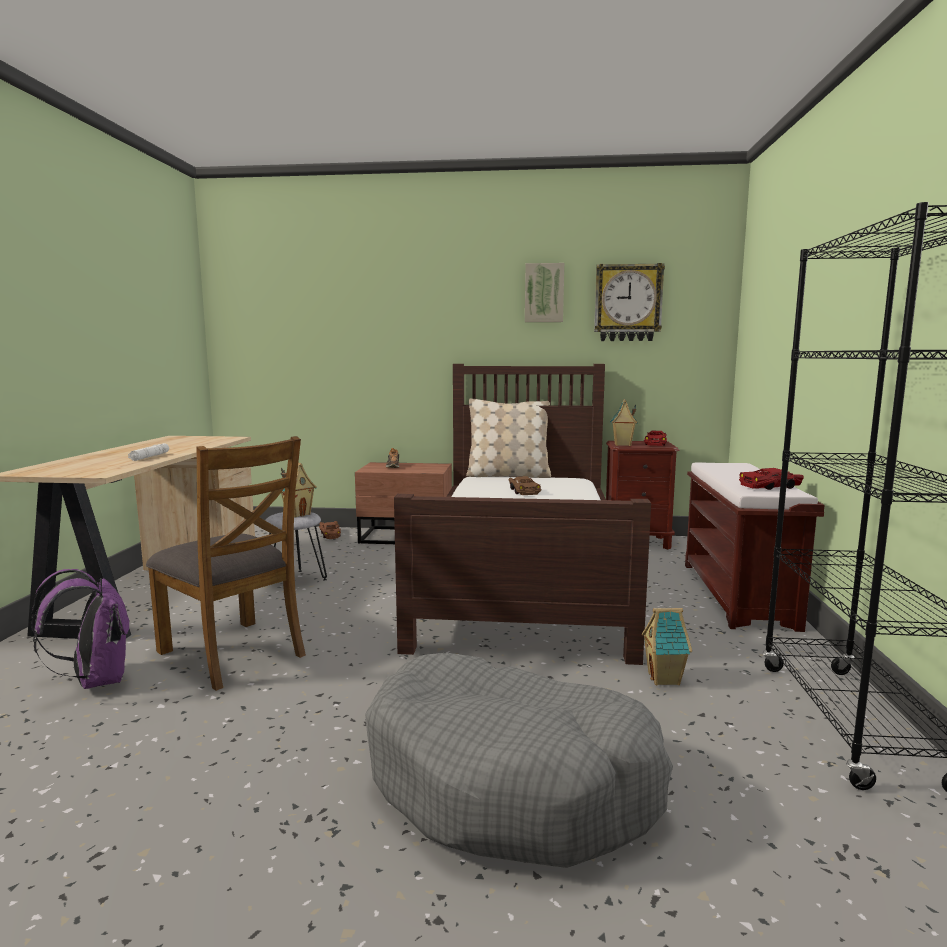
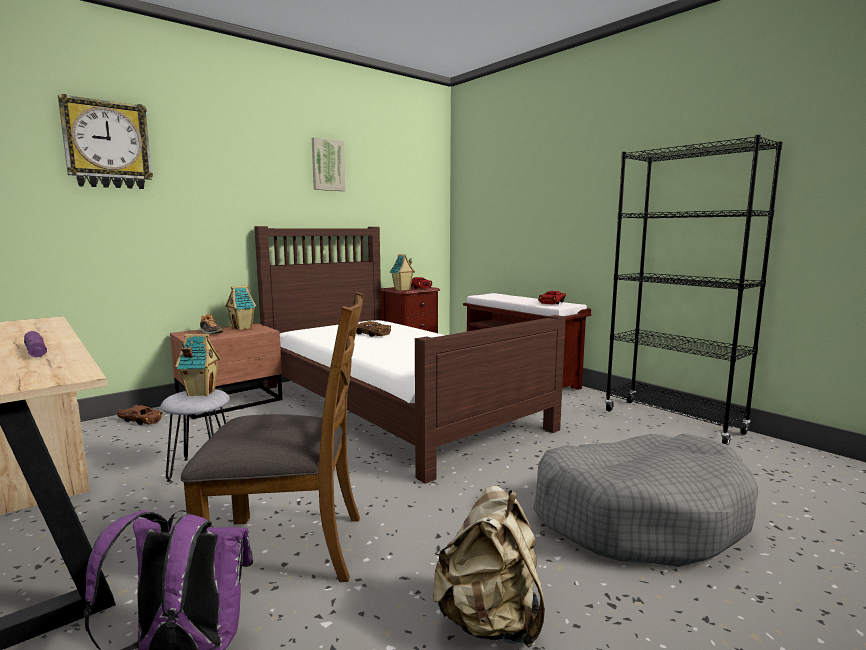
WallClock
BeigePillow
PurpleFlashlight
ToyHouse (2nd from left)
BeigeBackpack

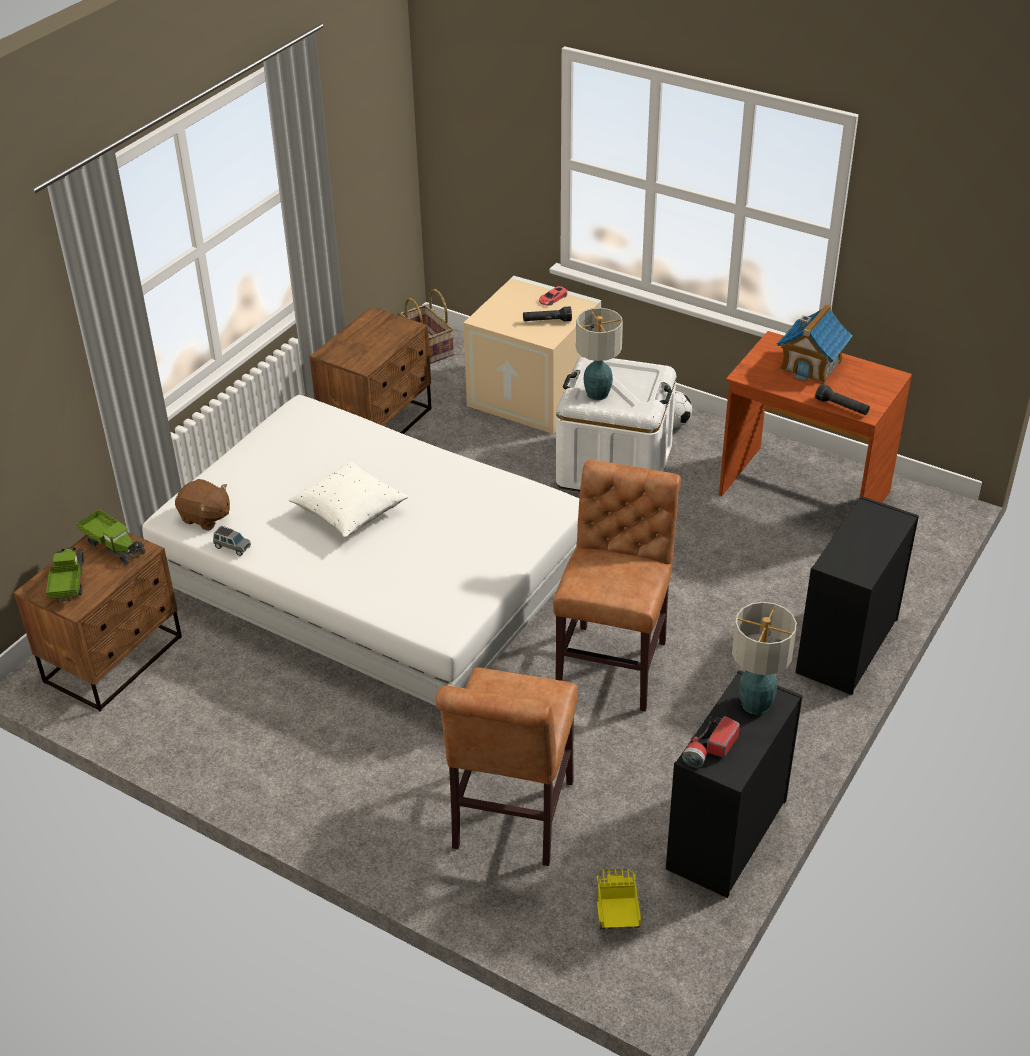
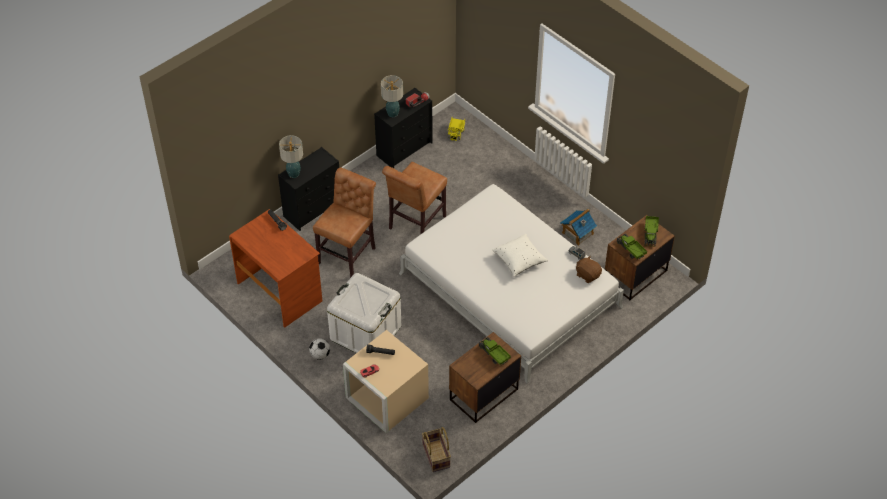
ToyHouse
TableLamp (1st from left)
BrownChair (1st from left)
ToyTruck (2nd from left)

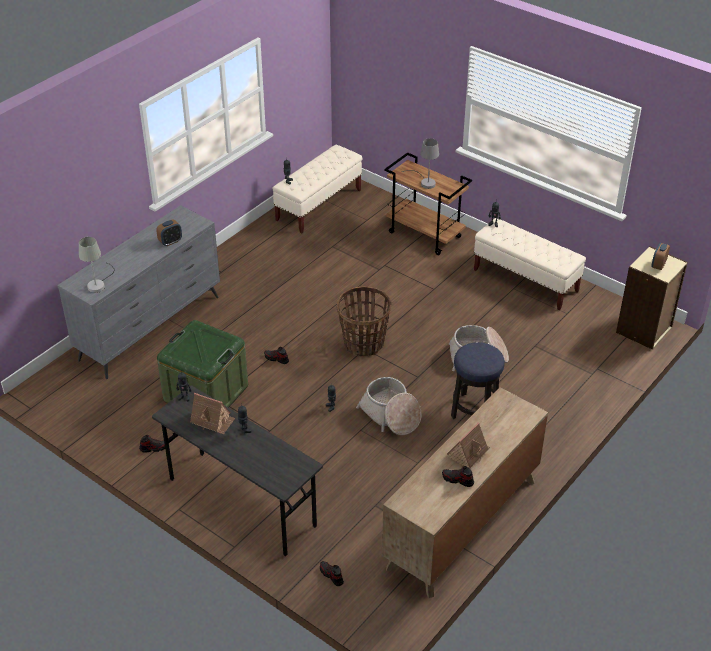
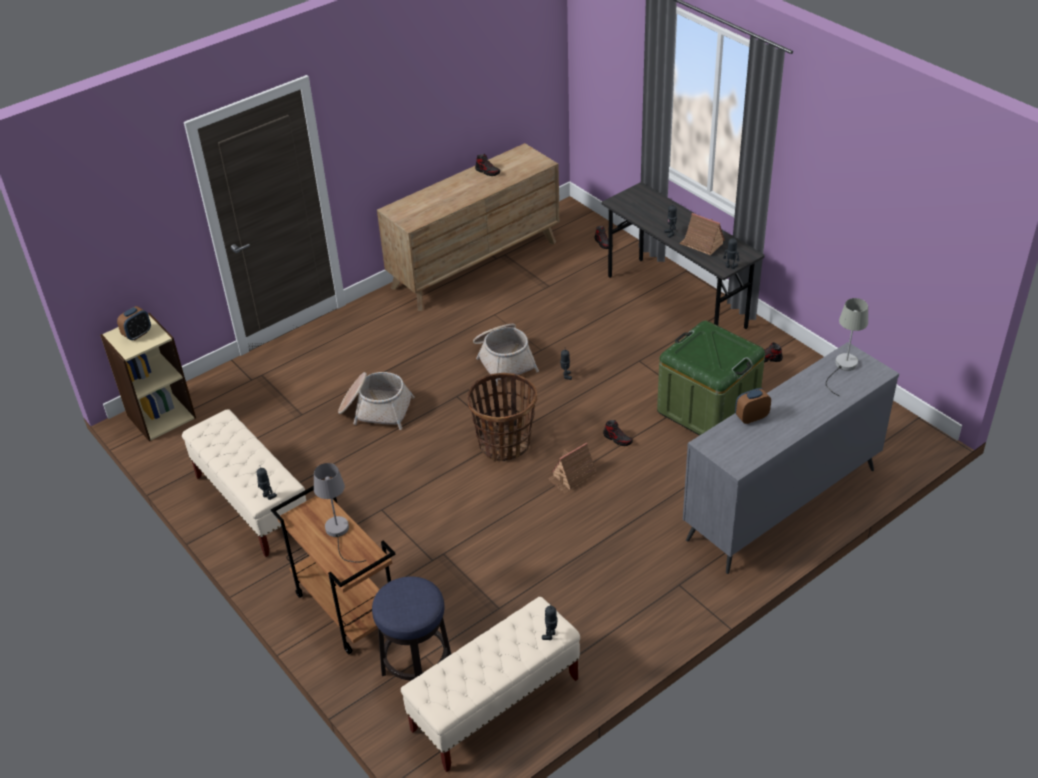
Stool
ToyHouse (1st from left)

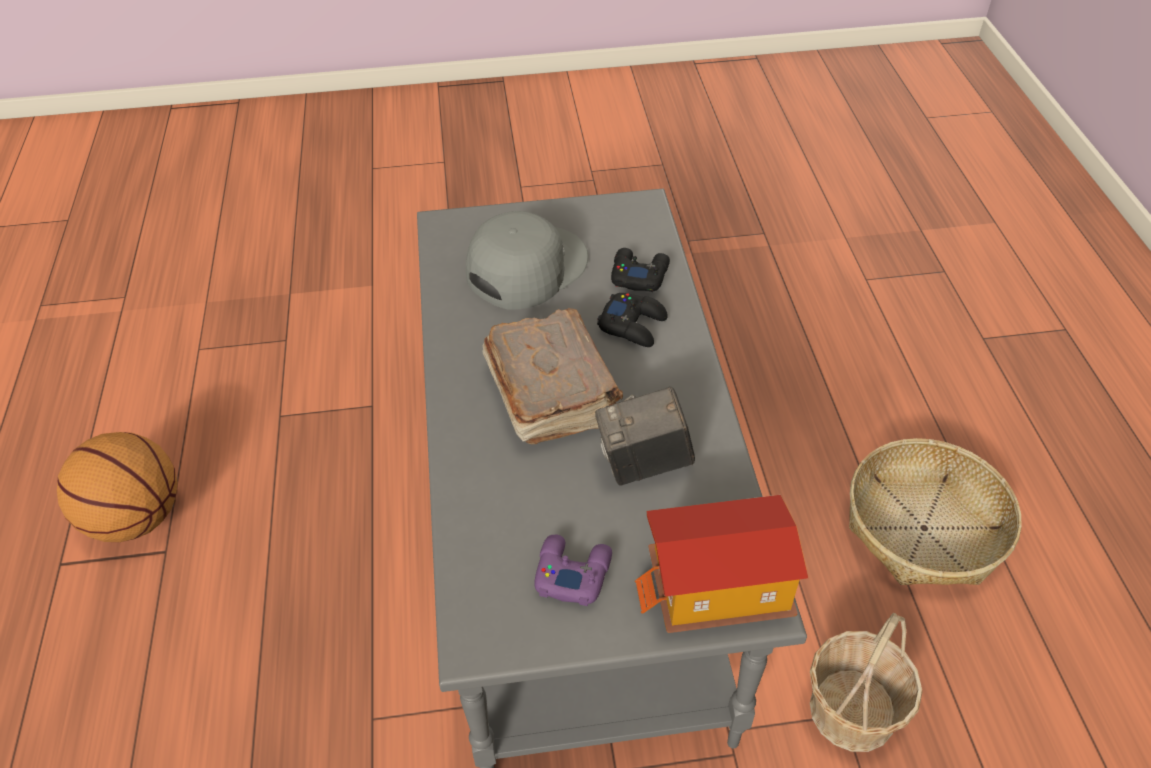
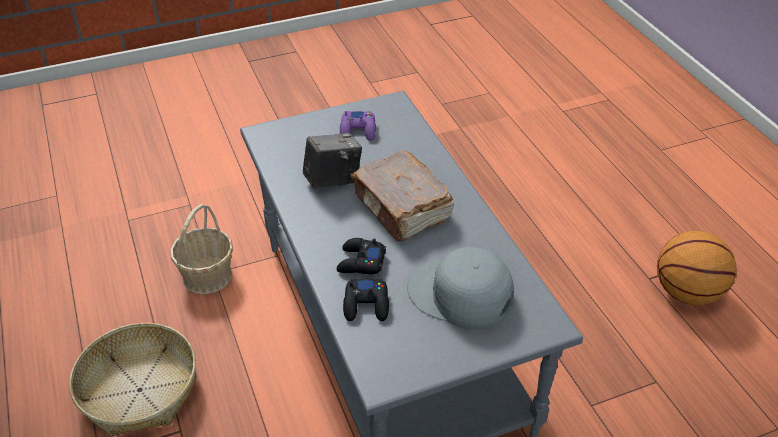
GreyCap
ToyHouse

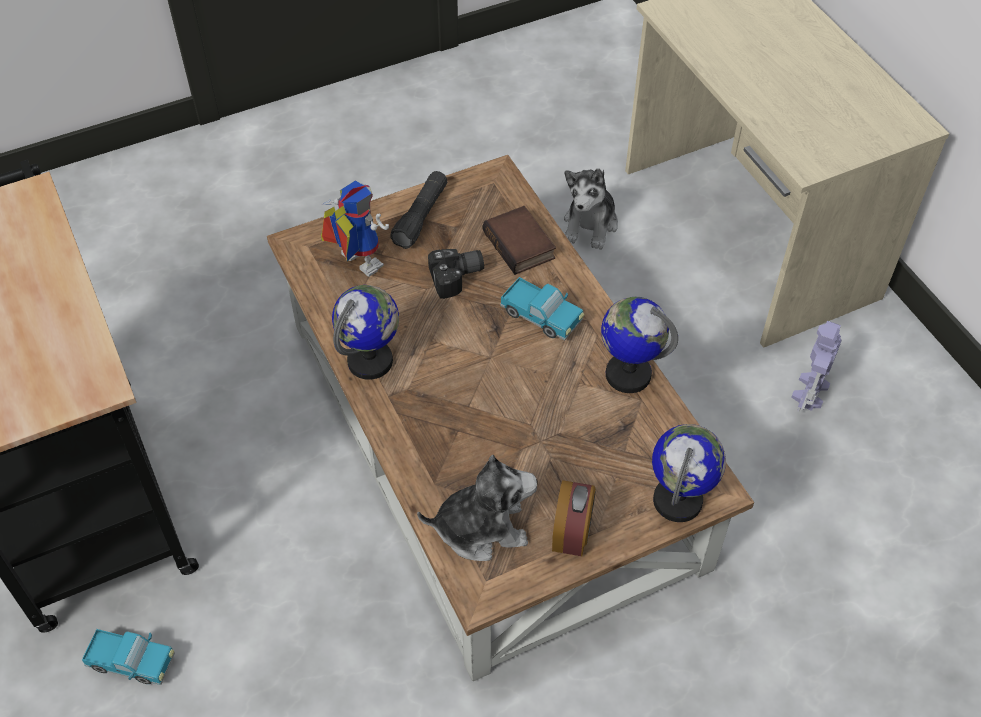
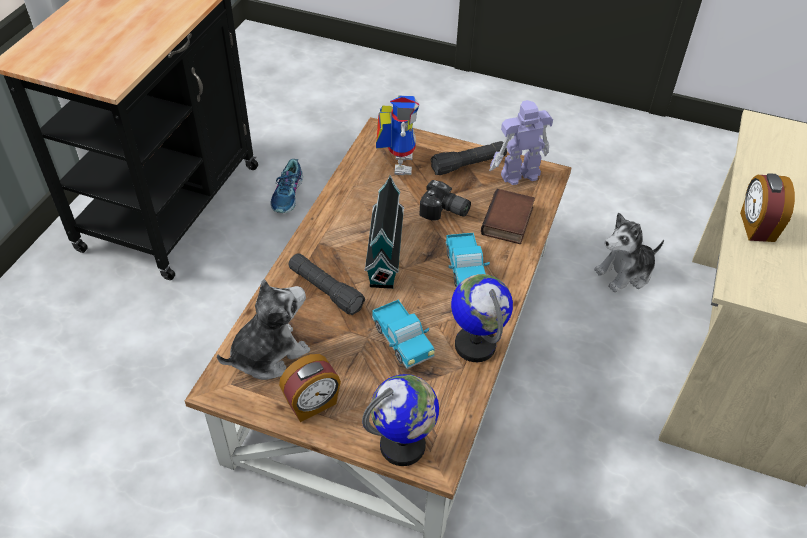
Globe (1st from left in the first image)
ToyRobot (2nd from left)
PlushToy (1st from left)
ToyTruck (1st from left)
Shoe
AlarmClock (2nd from left)
ToyHouse
BlackFlashlight (1st from left)

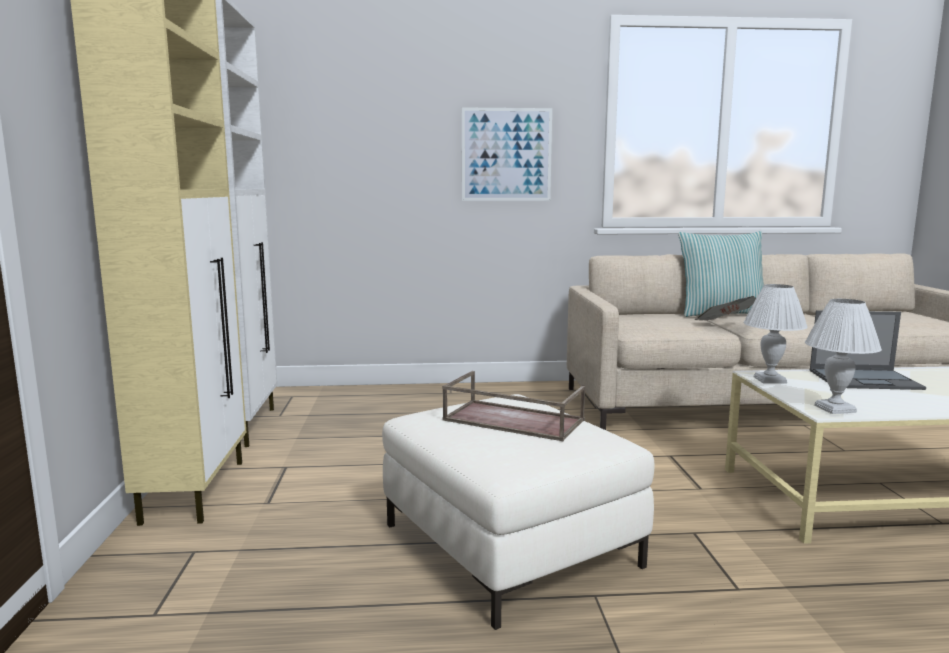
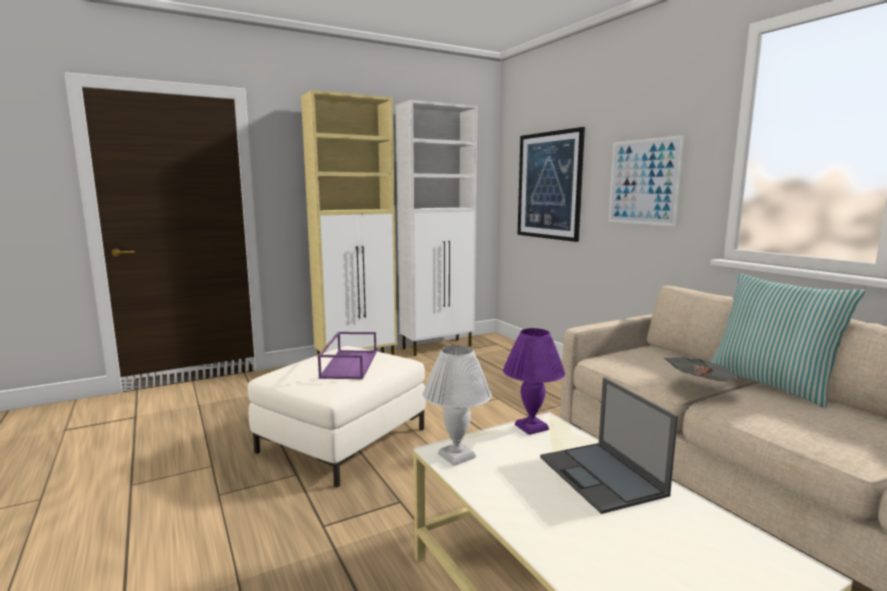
PurpleTableLamp
PurpleTray
Picture (1st from left)

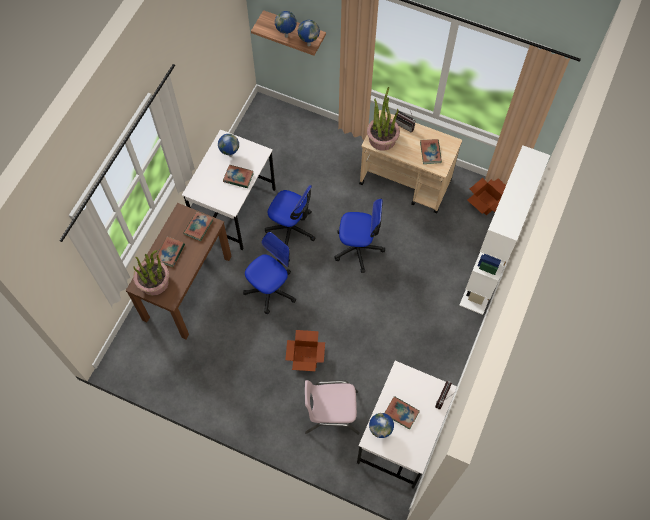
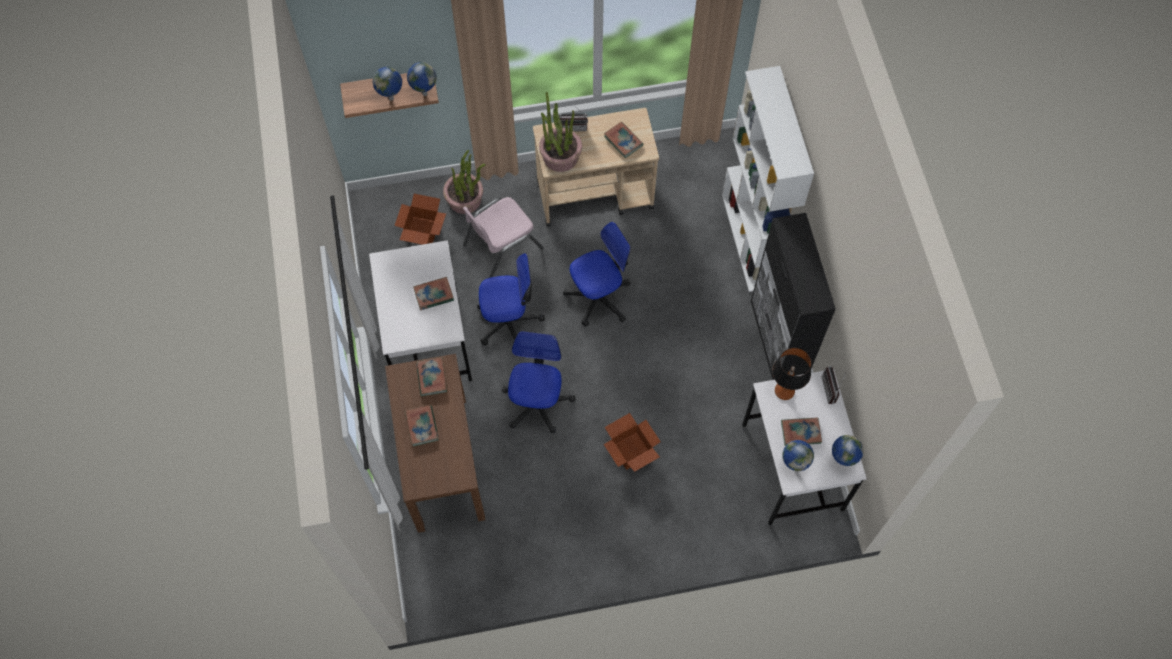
Globe (4th from left)
CardboardBox (1st from left)
PottedPlant (1st from left)
PinkChair
BlackCabinet
TableLamp

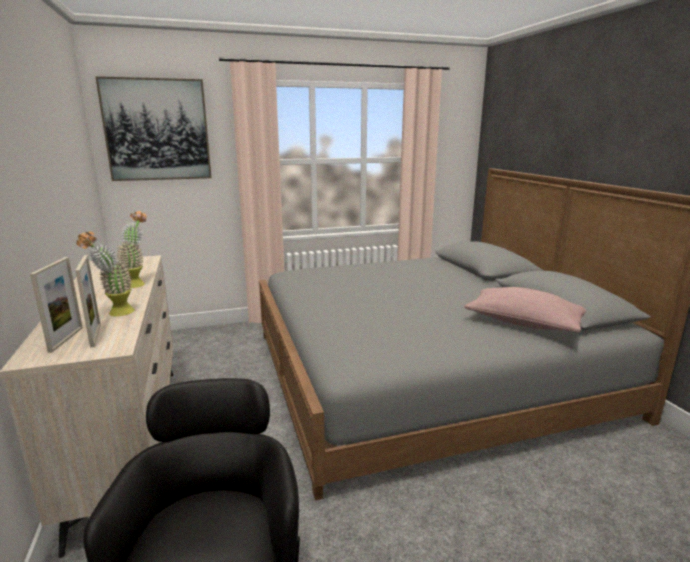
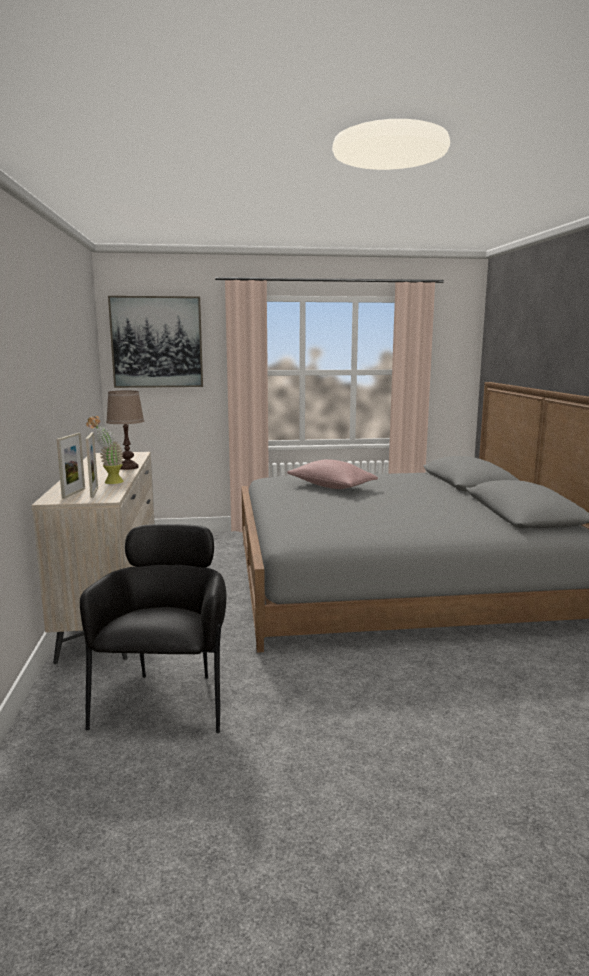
BrownTableLamp
PinkPillow

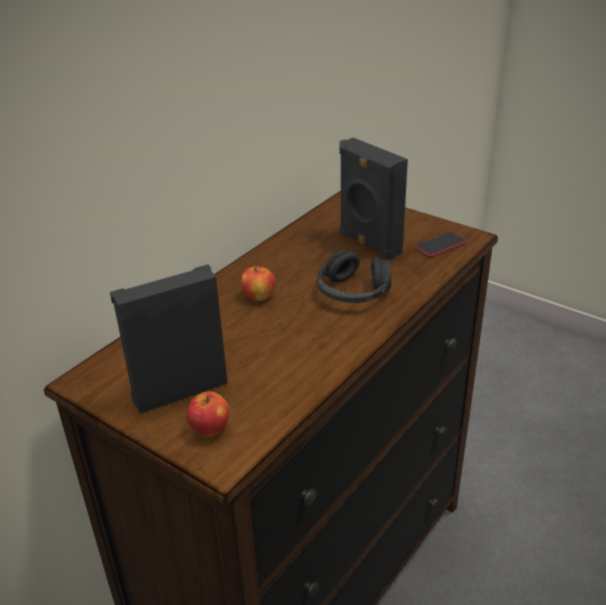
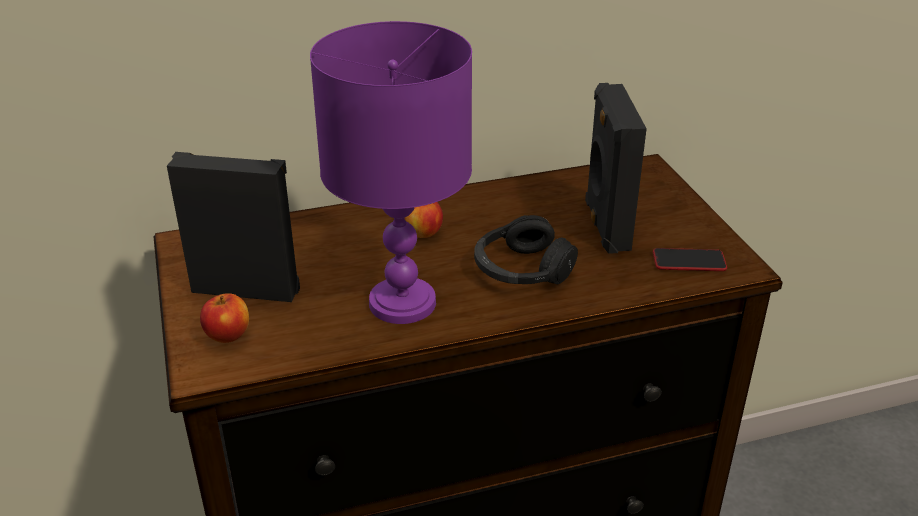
PurpleTableLamp

